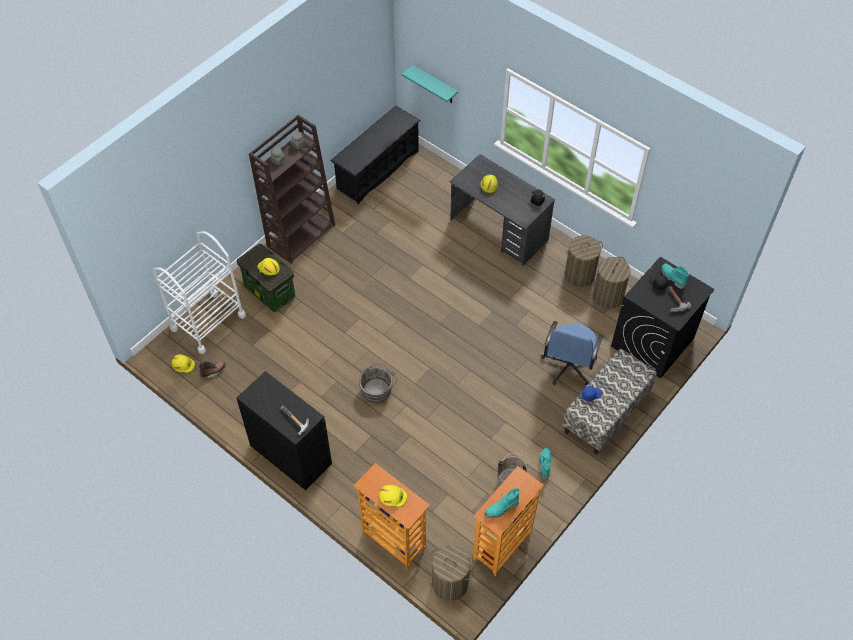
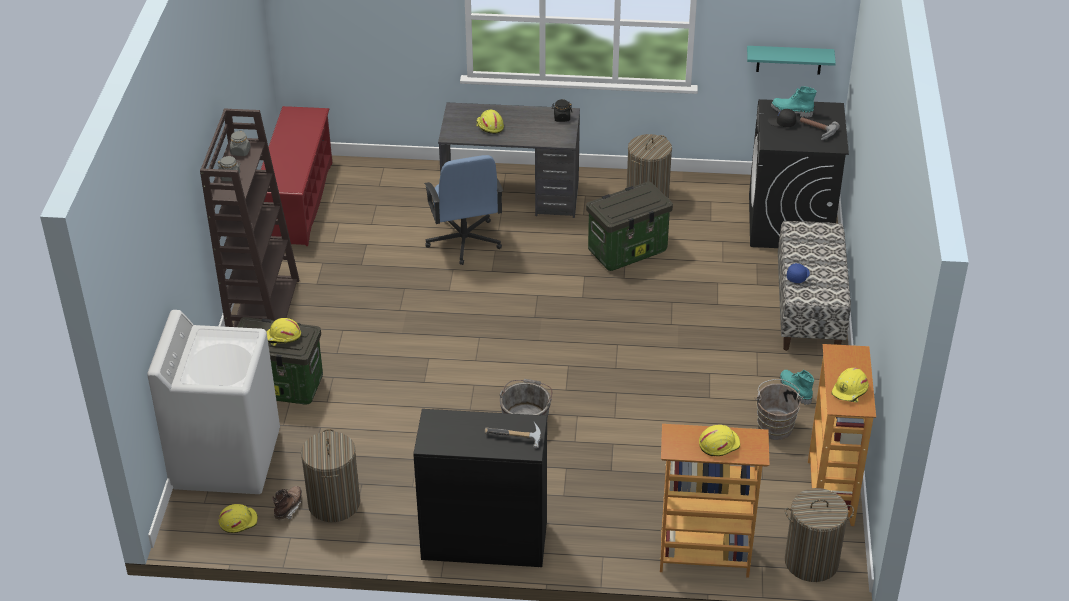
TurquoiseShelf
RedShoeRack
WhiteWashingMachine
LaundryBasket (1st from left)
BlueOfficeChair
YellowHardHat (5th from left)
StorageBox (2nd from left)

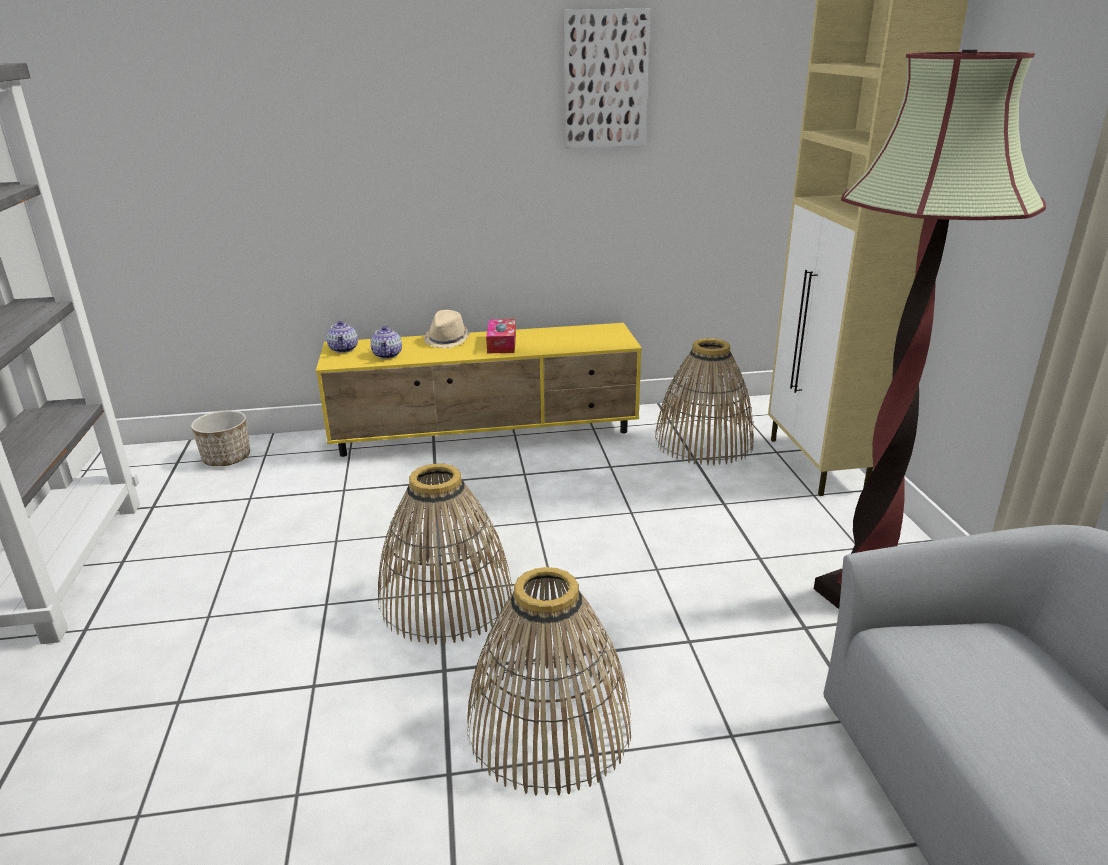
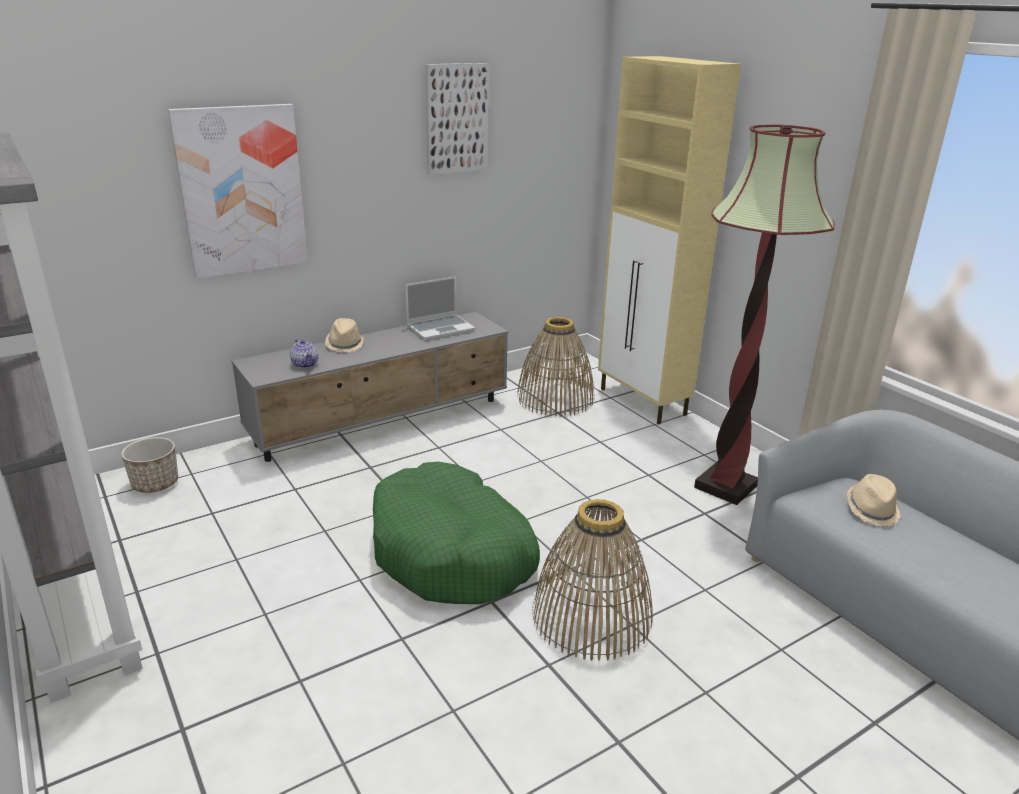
TissueBox
Teapot (1st from left in the first image)
GreyTvStand
GreenDogBed
Picture (1st from left)
Laptop
BeigeHat (2nd from left)

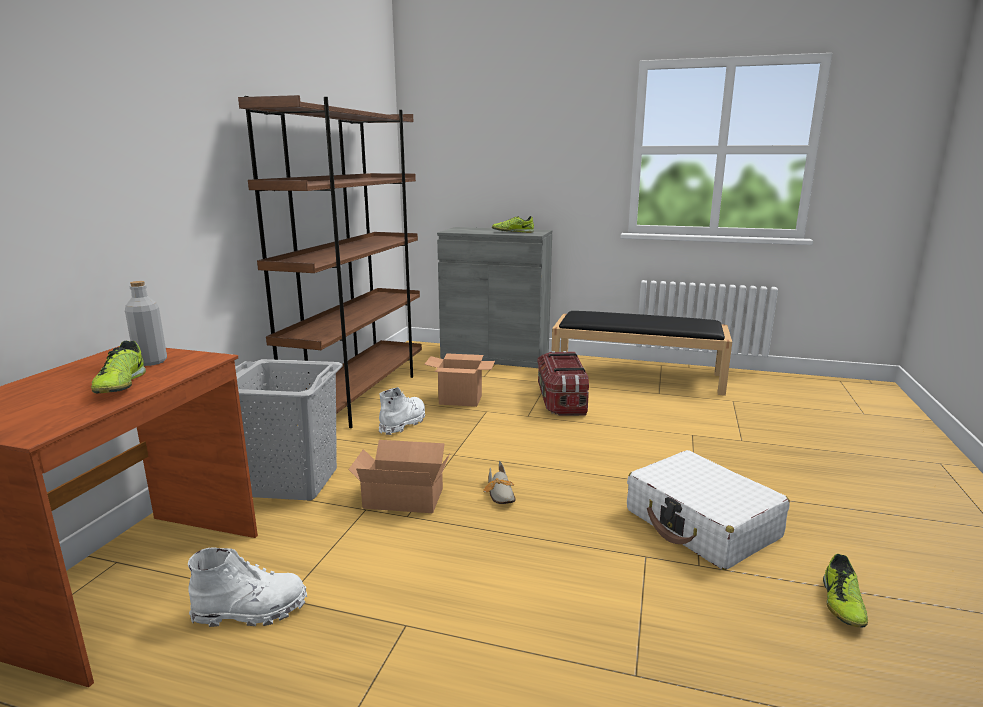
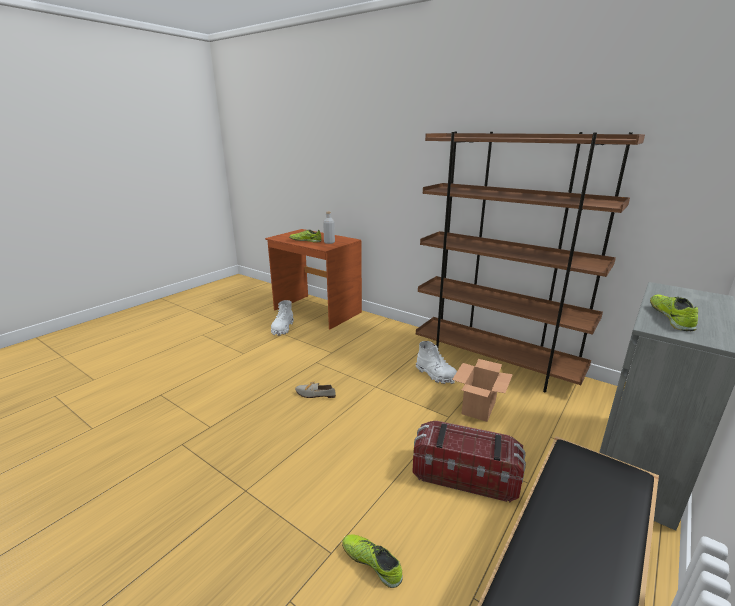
GreyLaundryBasket
CardboardBox (1st from left in the first image)
WhiteSuitcase
Shoe (3rd from left)

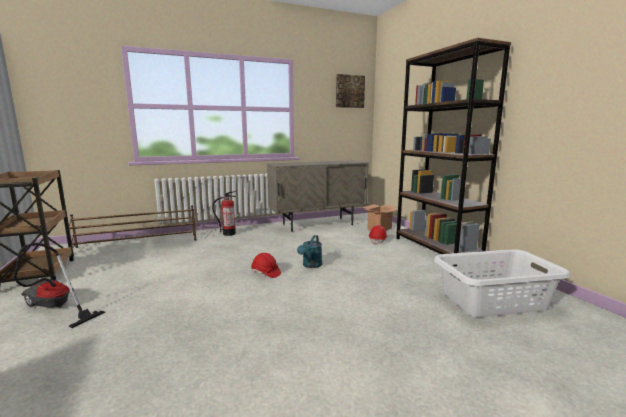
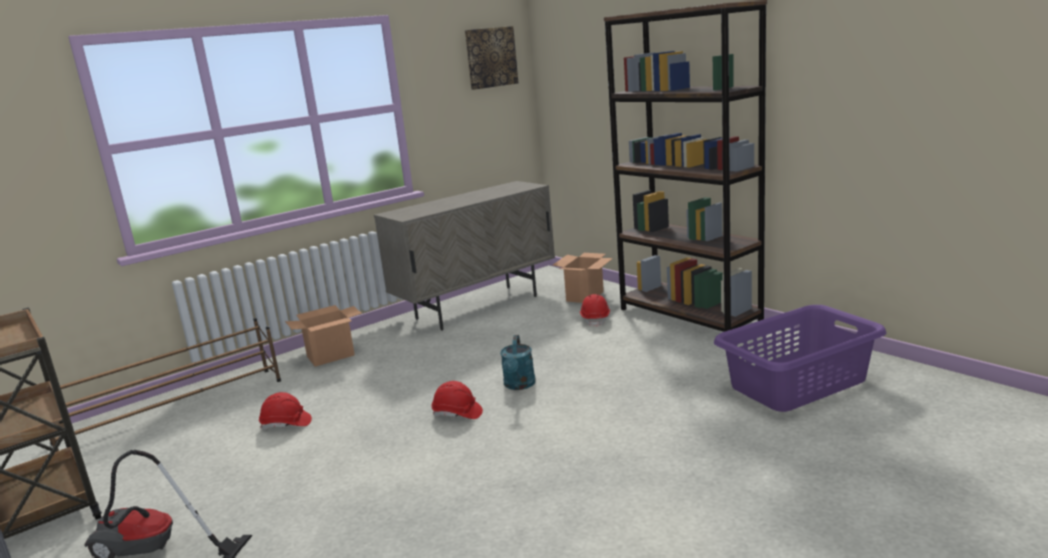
CardboardBox (1st from left)
PurpleLaundryBasket
RedHardHat (1st from left)

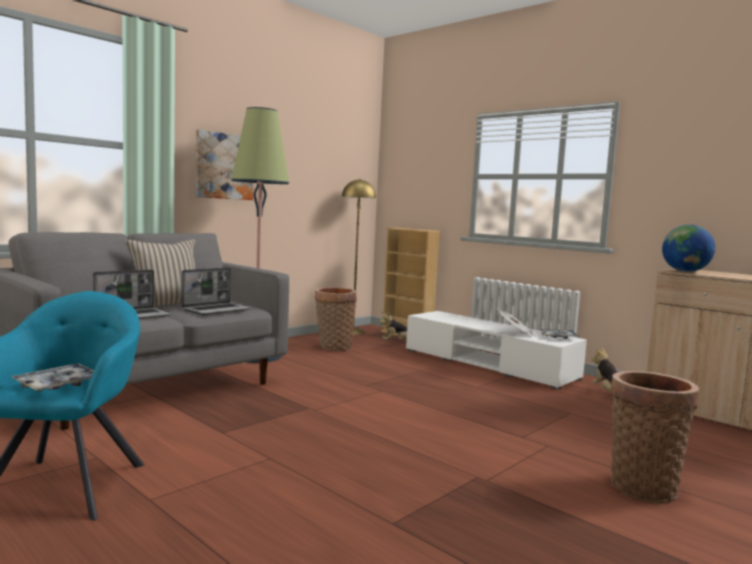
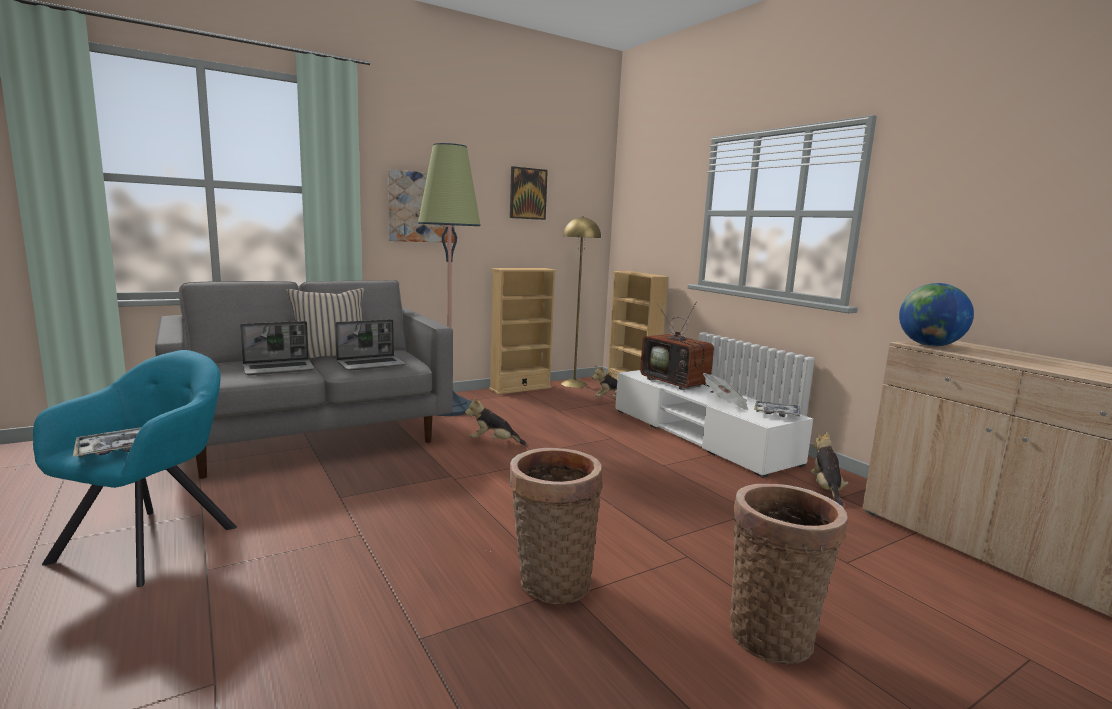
Basket (1st from left)
Picture (2nd from left)
BeigeBookcase (1st from left)
Television
PlushToy (1st from left)

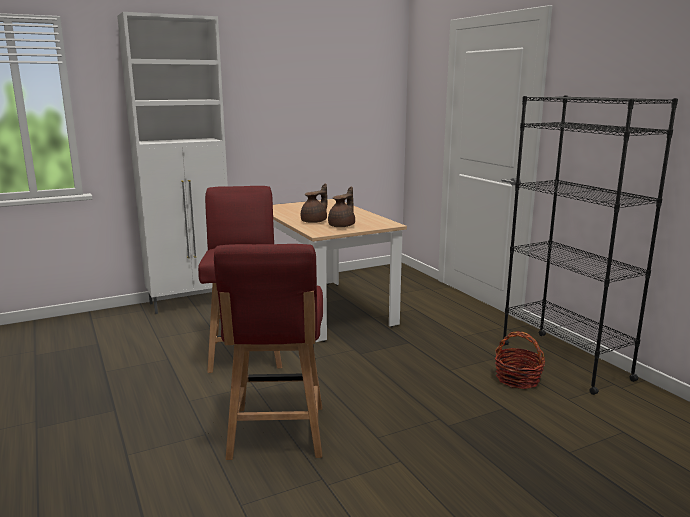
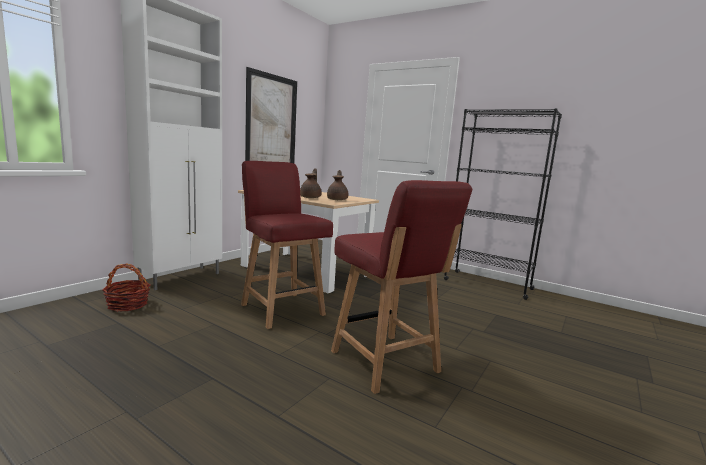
Basket
Picture

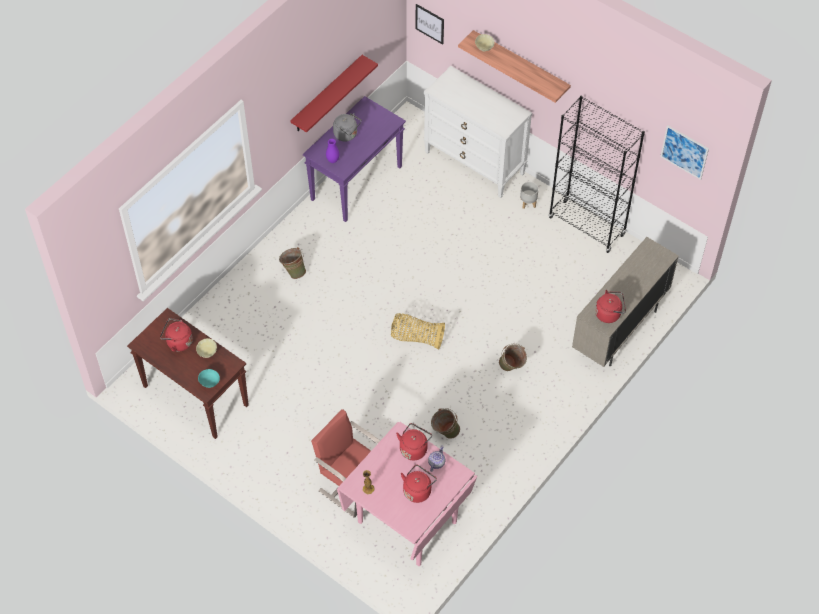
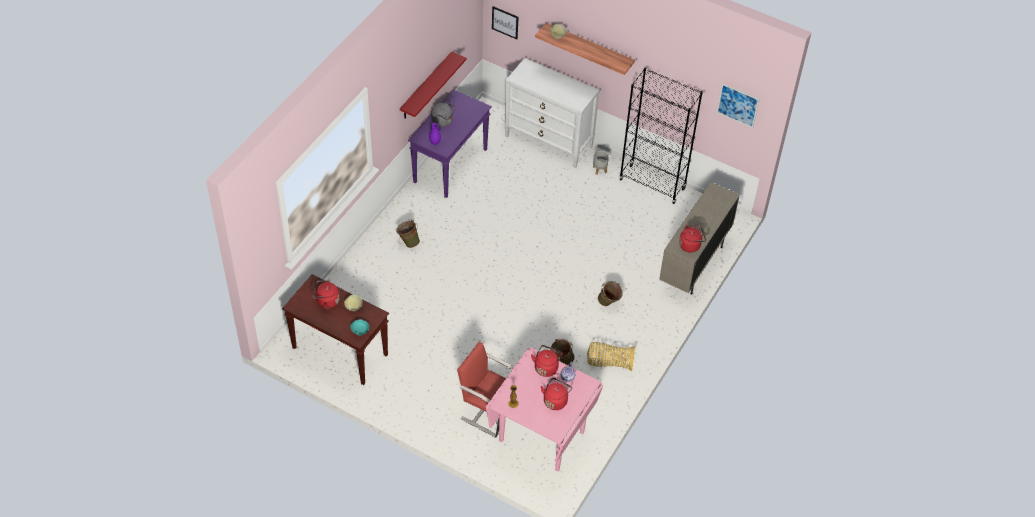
Basket

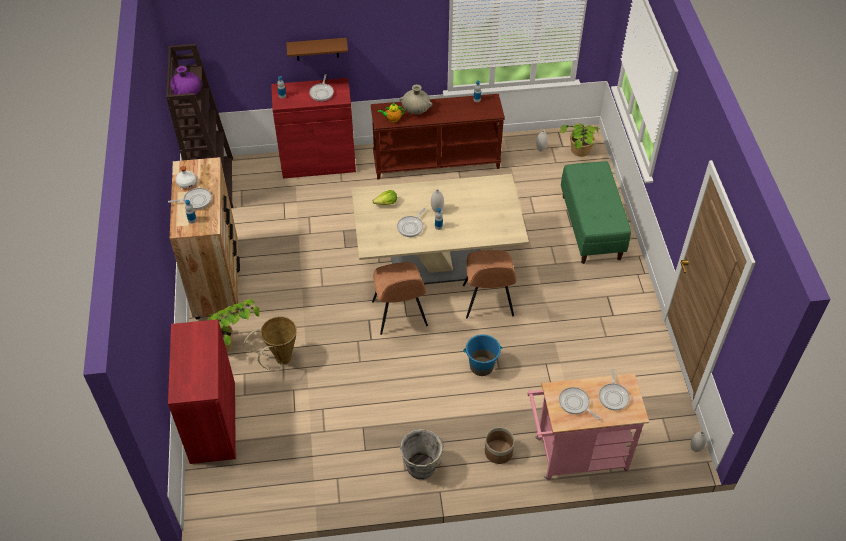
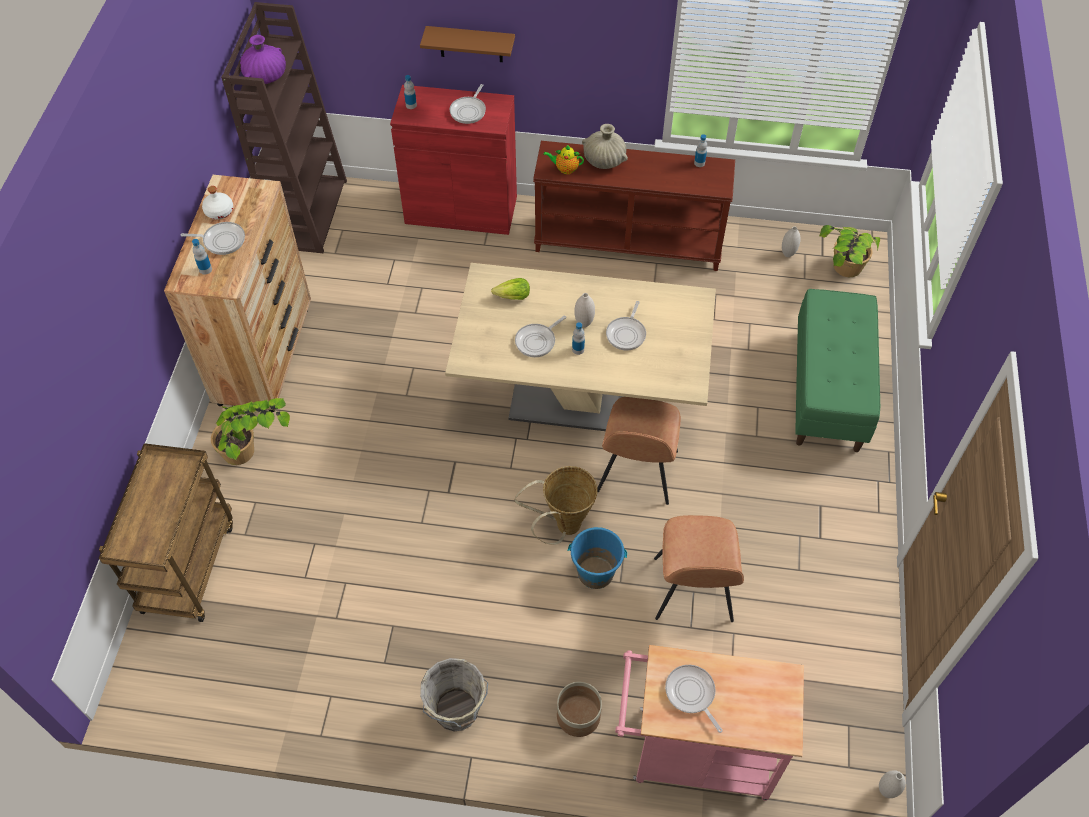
BrownChair (2nd from left)
Basket
BrownCart
FryingPan (4th from left)

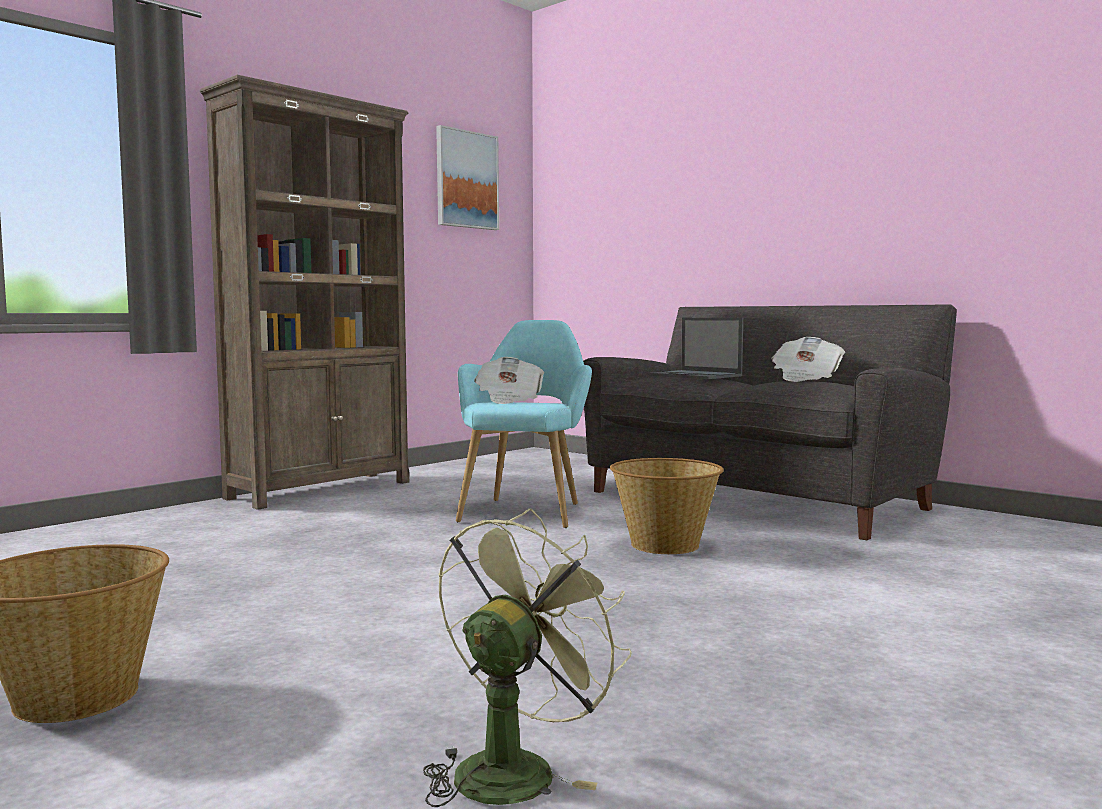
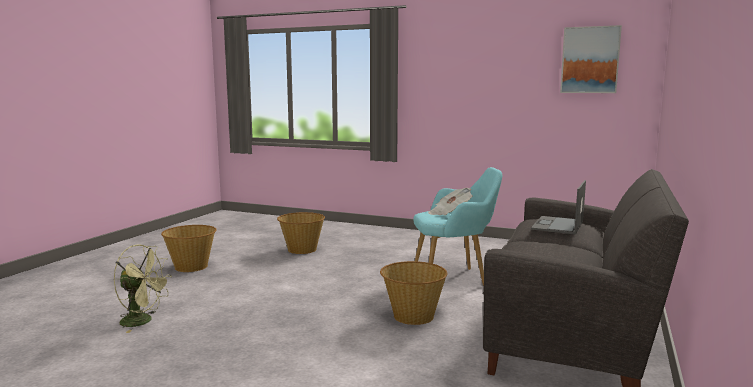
BrownBookcase
Newspaper (2nd from left in the first image)
Basket (2nd from left)

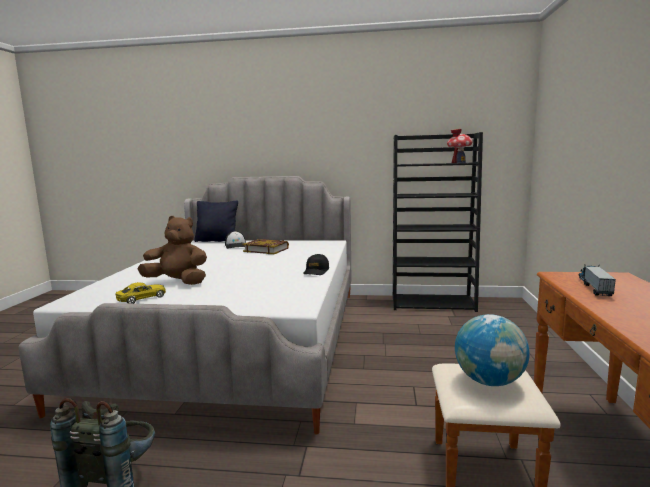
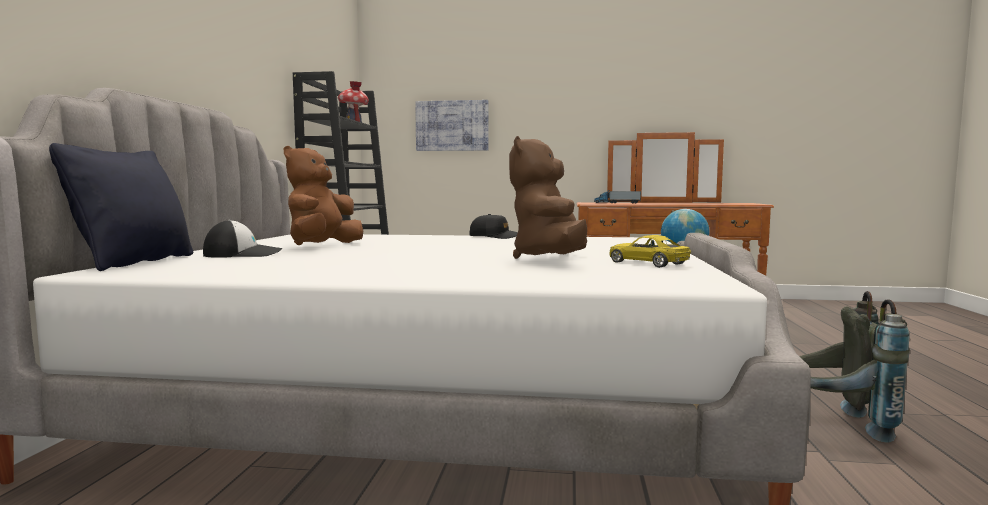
BrownPlushToy (1st from left)
Picture

